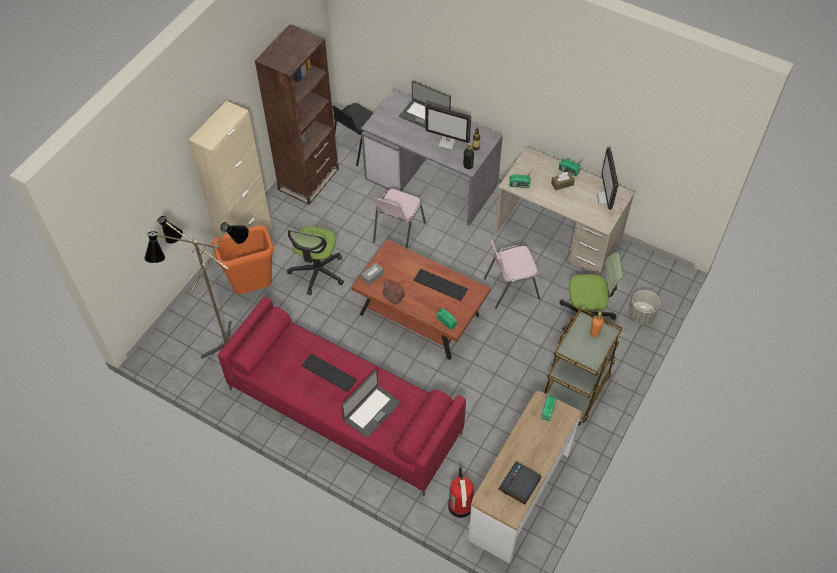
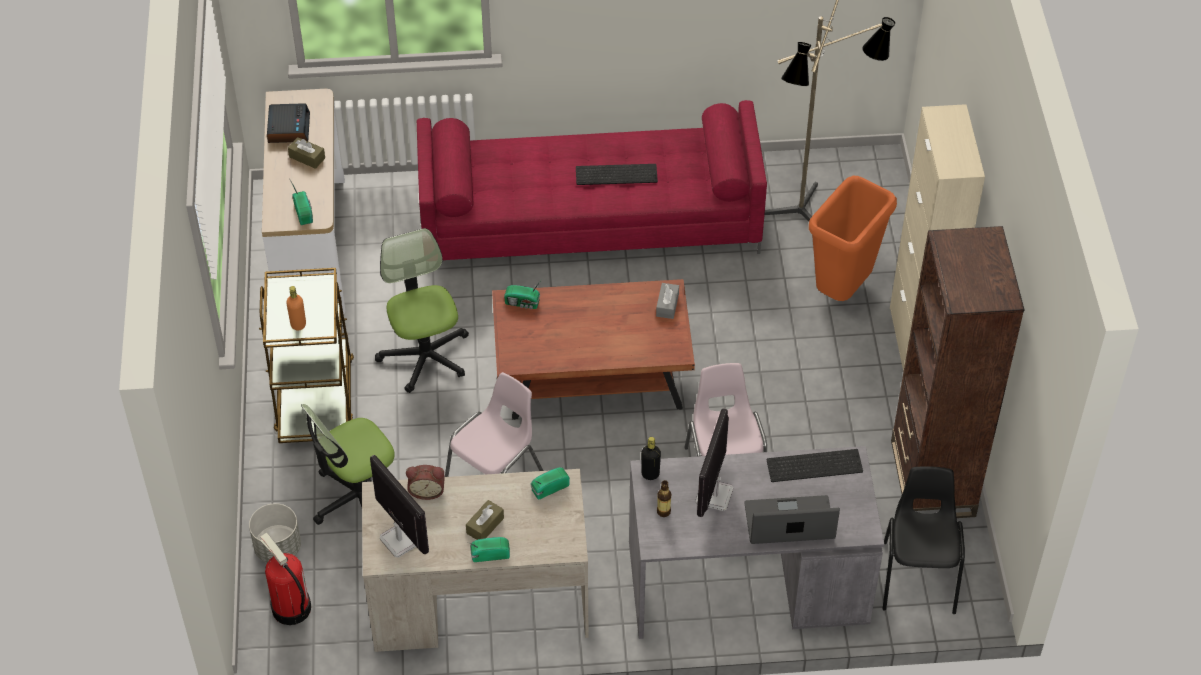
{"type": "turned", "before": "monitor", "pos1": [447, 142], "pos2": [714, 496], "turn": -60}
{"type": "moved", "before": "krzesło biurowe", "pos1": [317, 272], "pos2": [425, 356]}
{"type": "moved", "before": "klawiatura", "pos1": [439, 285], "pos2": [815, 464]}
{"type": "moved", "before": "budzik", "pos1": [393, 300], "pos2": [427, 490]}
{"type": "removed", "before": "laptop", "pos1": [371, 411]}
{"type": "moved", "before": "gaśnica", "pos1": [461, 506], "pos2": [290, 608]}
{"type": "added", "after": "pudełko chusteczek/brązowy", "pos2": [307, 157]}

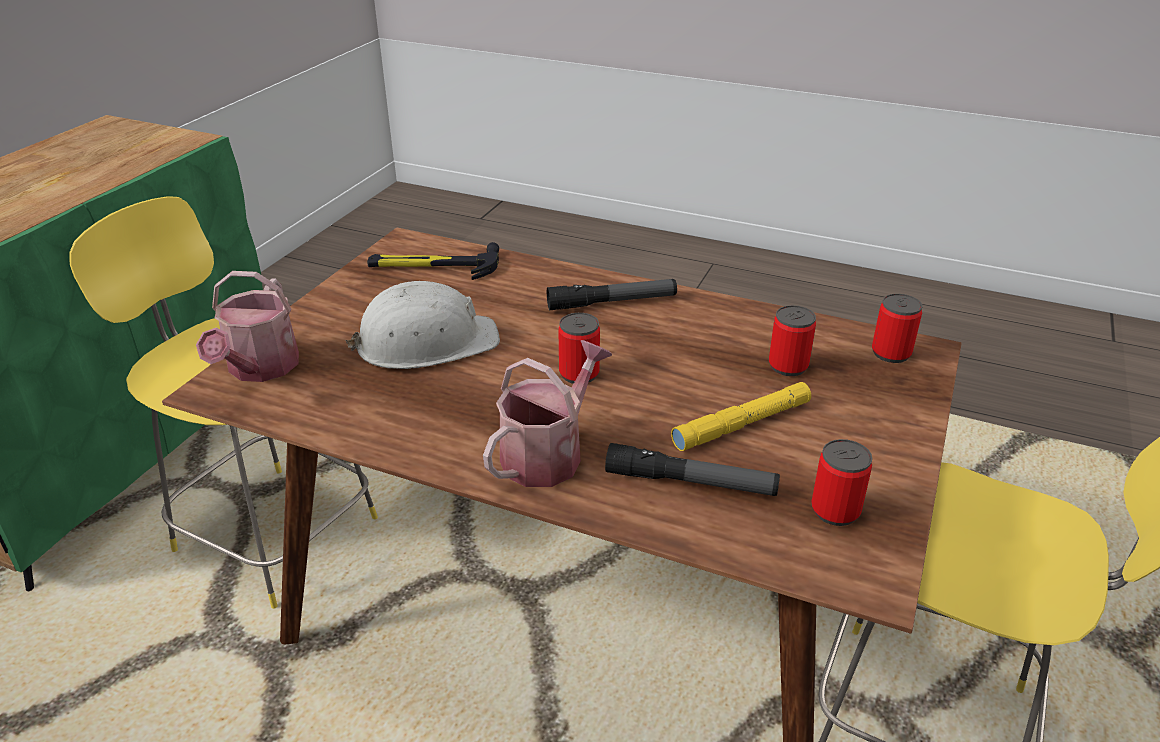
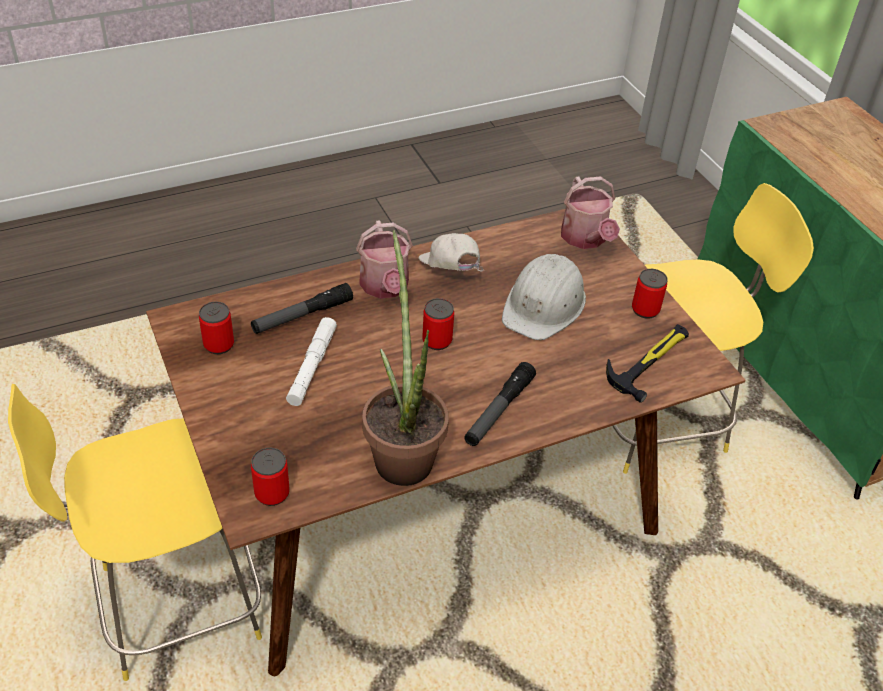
{"type": "turned", "before": "konewka", "pos1": [259, 369], "pos2": [585, 239], "turn": -150}
{"type": "moved", "before": "puszka", "pos1": [788, 366], "pos2": [645, 310]}
{"type": "recoloured", "before": "latarka/żółty", "after": "latarka/biały", "pos1": [742, 424], "pos2": [312, 366]}
{"type": "added", "after": "roślina doniczkowa", "pos2": [402, 452]}
{"type": "added", "after": "czapka z daszkiem/biały", "pos2": [450, 272]}

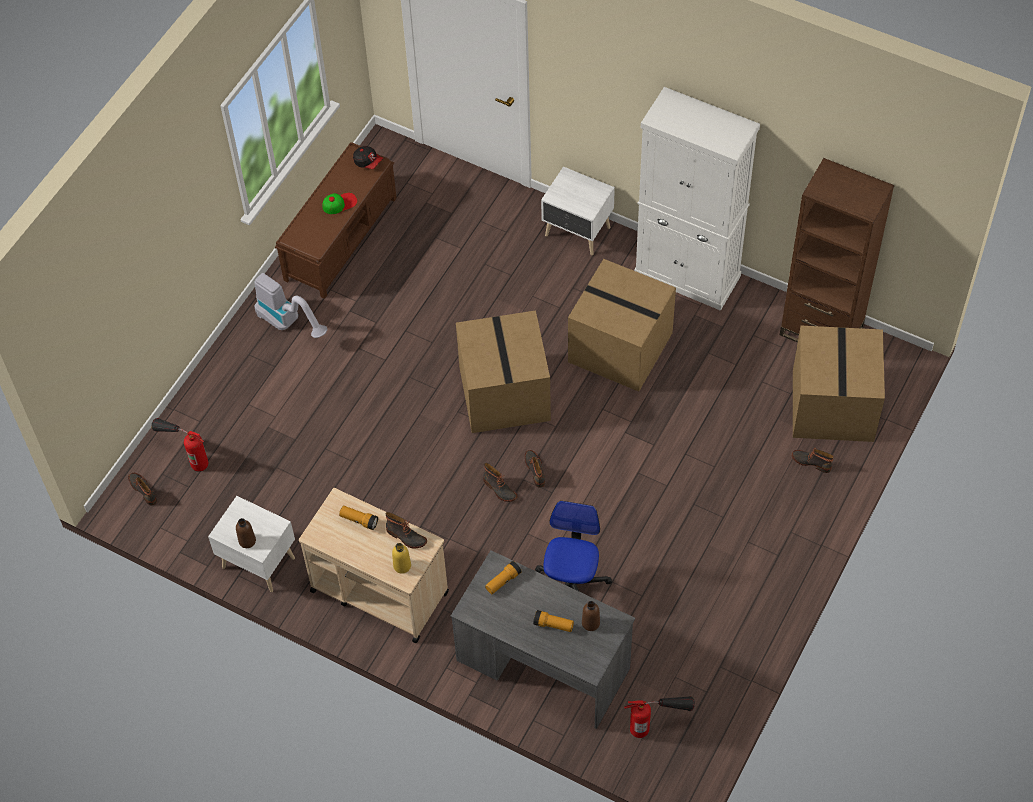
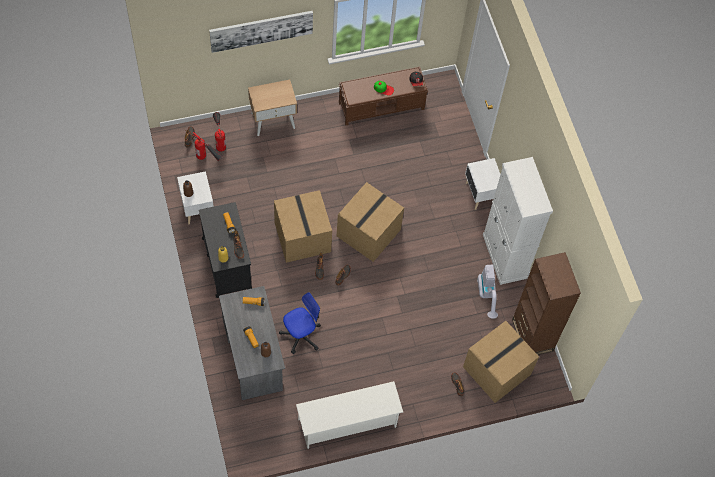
{"type": "moved", "before": "karton", "pos1": [622, 347], "pos2": [303, 237]}
{"type": "moved", "before": "odkurzacz", "pos1": [289, 323], "pos2": [487, 296]}
{"type": "recoloured", "before": "wózek/beżowy", "after": "wózek/czarny", "pos1": [378, 591], "pos2": [227, 263]}
{"type": "moved", "before": "gaśnica", "pos1": [657, 725], "pos2": [208, 160]}
{"type": "added", "after": "obraz", "pos2": [261, 30]}
{"type": "added", "after": "szafka nocna/beżowy", "pos2": [273, 120]}
{"type": "added", "after": "regał na buty/biały", "pos2": [347, 423]}

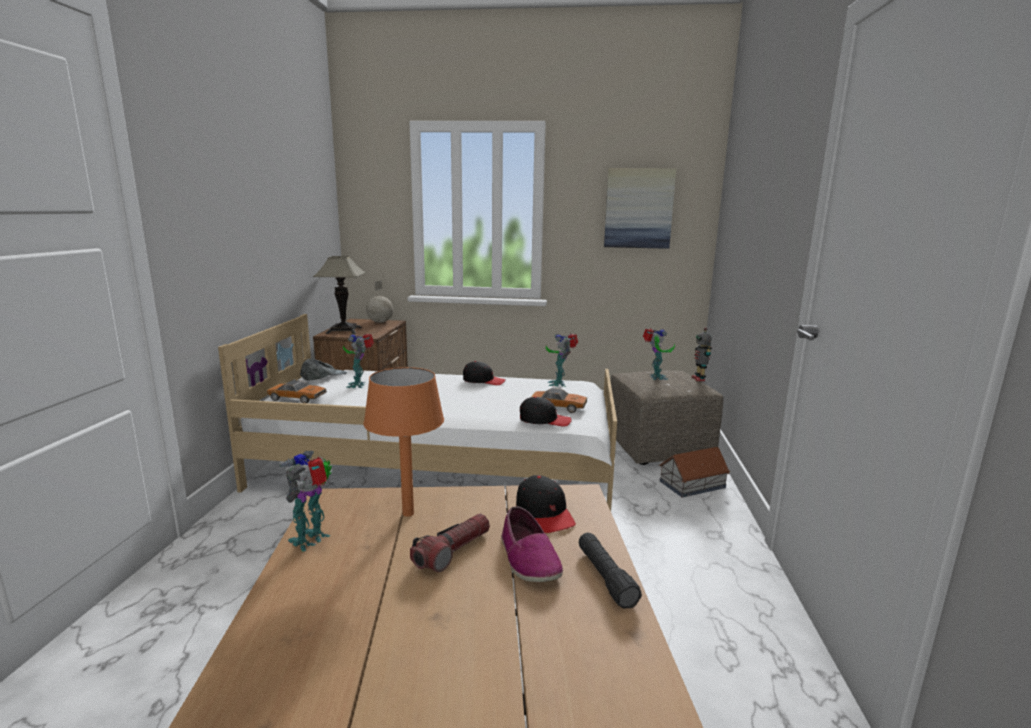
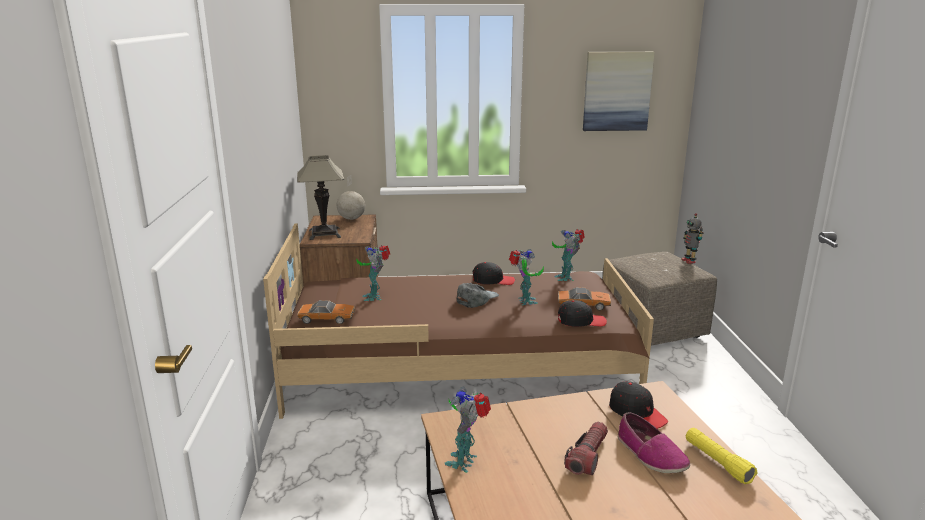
{"type": "recoloured", "before": "łóżko/biały", "after": "łóżko/brązowy", "pos1": [440, 466], "pos2": [461, 368]}
{"type": "moved", "before": "robot zabawkowy", "pos1": [656, 377], "pos2": [525, 301]}
{"type": "moved", "before": "czapka z daszkiem/szary", "pos1": [323, 375], "pos2": [476, 299]}
{"type": "removed", "before": "lampa stołowa/pomarańczowy", "pos1": [407, 513]}
{"type": "removed", "before": "domek", "pos1": [693, 484]}
{"type": "recoloured", "before": "latarka/czarny", "after": "latarka/żółty", "pos1": [605, 578], "pos2": [717, 462]}

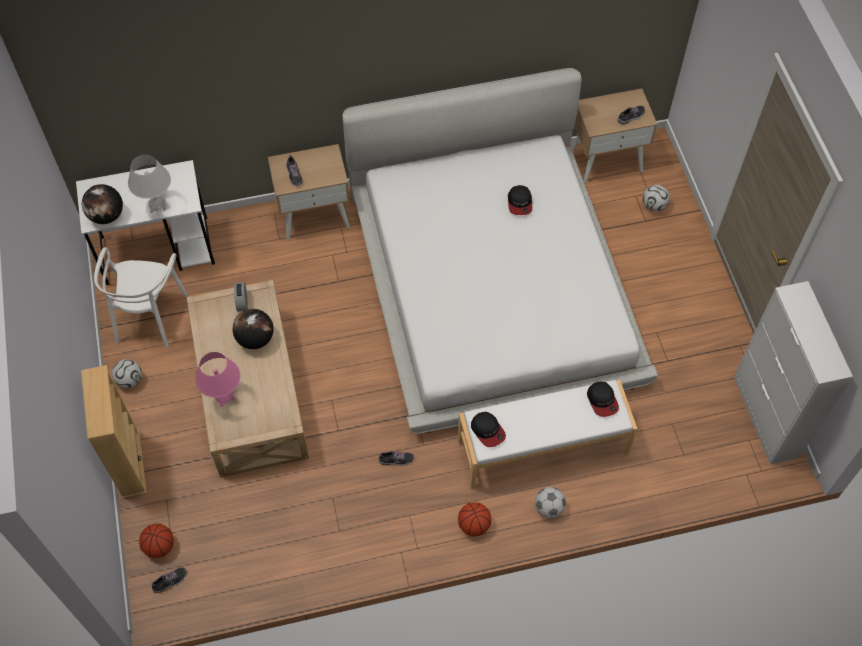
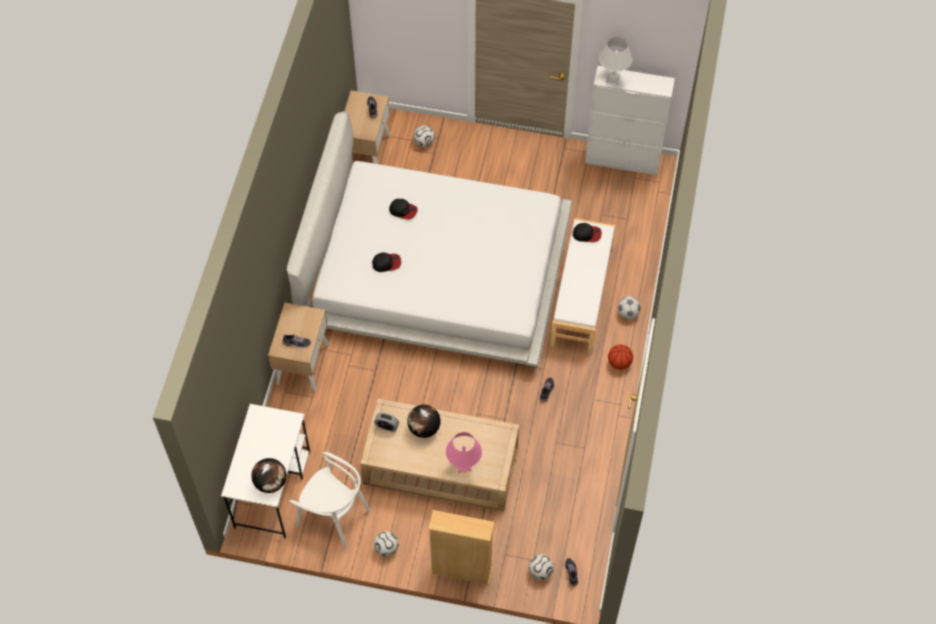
{"type": "moved", "before": "lampa stołowa/biały", "pos1": [157, 205], "pos2": [613, 79]}
{"type": "moved", "before": "czapka z daszkiem", "pos1": [488, 430], "pos2": [386, 263]}
{"type": "replaced", "before": "piłka do koszykówki", "after": "piłka futbolowa", "pos1": [159, 546], "pos2": [540, 571]}

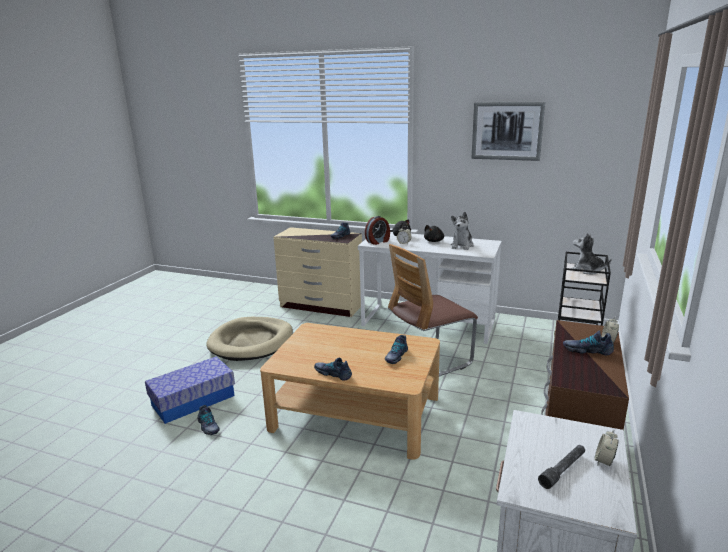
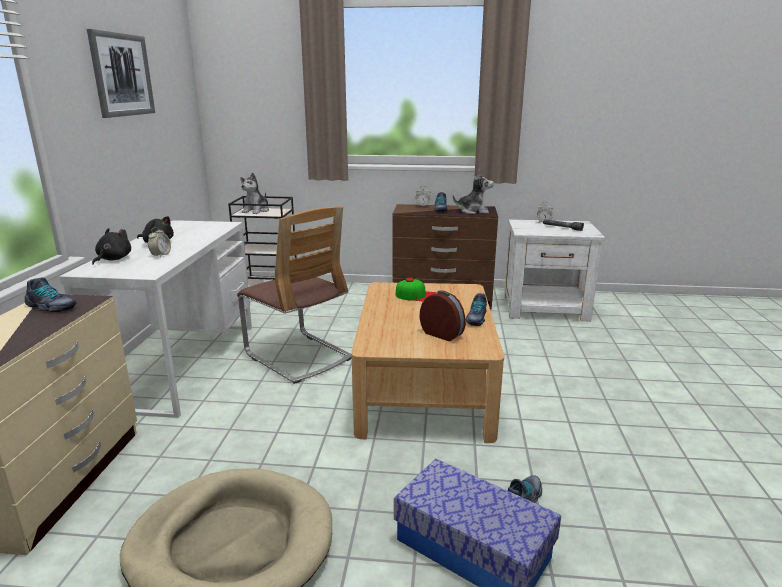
{"type": "moved", "before": "pluszak", "pos1": [462, 245], "pos2": [473, 211]}
{"type": "moved", "before": "budzik", "pos1": [378, 241], "pos2": [442, 334]}
{"type": "replaced", "before": "but", "after": "czapka z daszkiem", "pos1": [396, 356], "pos2": [419, 296]}

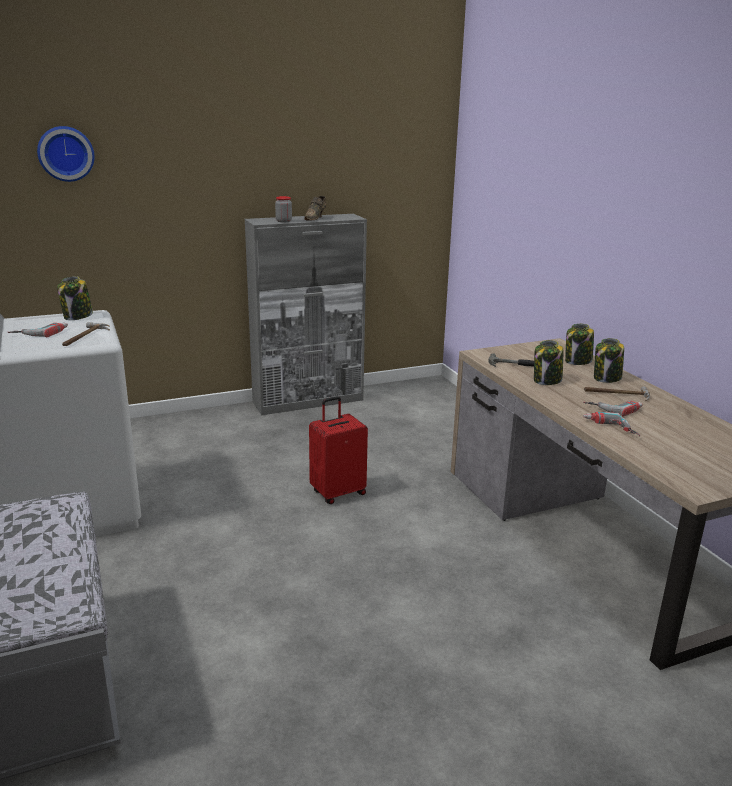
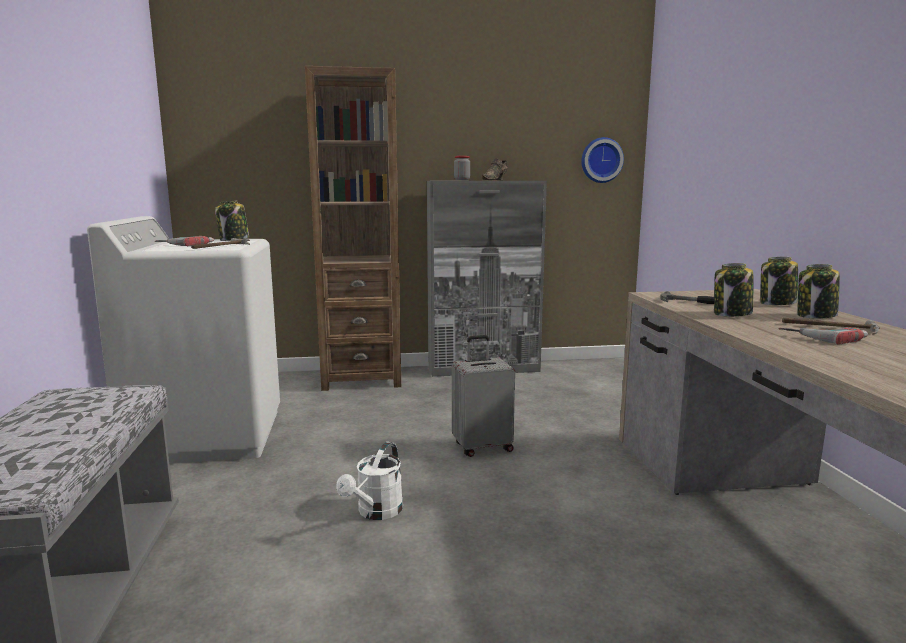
{"type": "moved", "before": "zegar ścienny", "pos1": [66, 153], "pos2": [601, 160]}
{"type": "recoloured", "before": "walizka/czerwony", "after": "walizka/szary", "pos1": [337, 492], "pos2": [482, 447]}
{"type": "removed", "before": "wiertarka", "pos1": [609, 429]}
{"type": "added", "after": "regał/brązowy", "pos2": [361, 378]}
{"type": "added", "after": "konewka/biały", "pos2": [376, 512]}

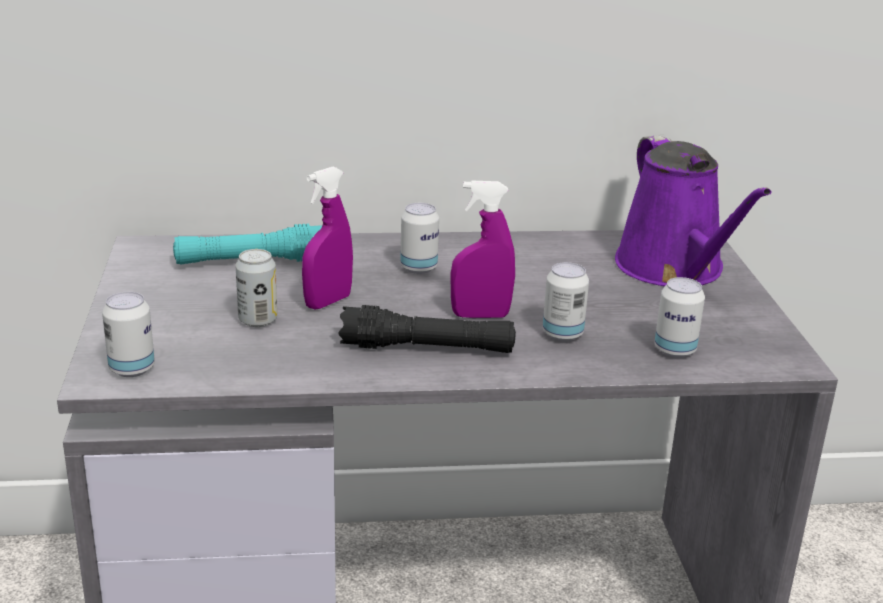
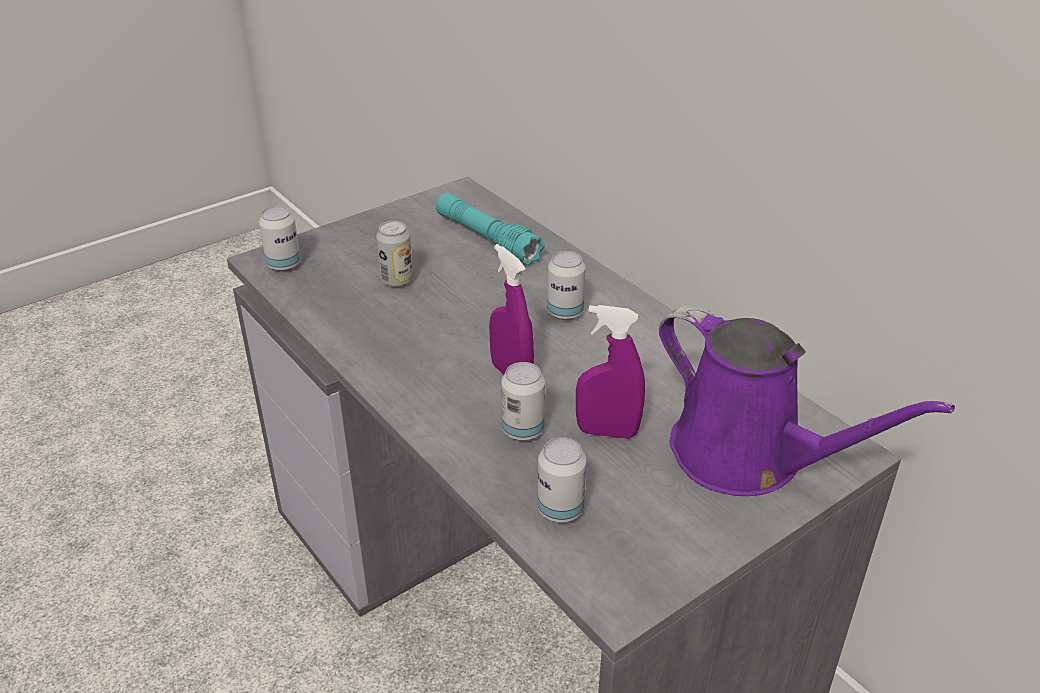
{"type": "turned", "before": "konewka/fioletowy", "pos1": [674, 269], "pos2": [747, 457], "turn": -90}
{"type": "moved", "before": "spryskiwacz/fioletowy", "pos1": [328, 302], "pos2": [607, 432]}
{"type": "removed", "before": "latarka/czarny", "pos1": [427, 348]}

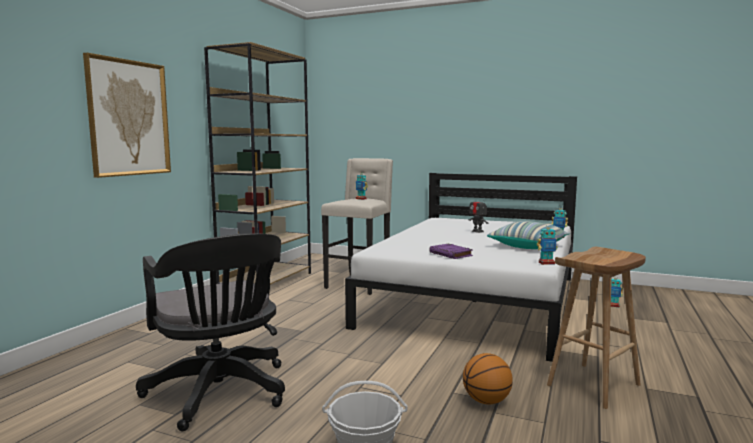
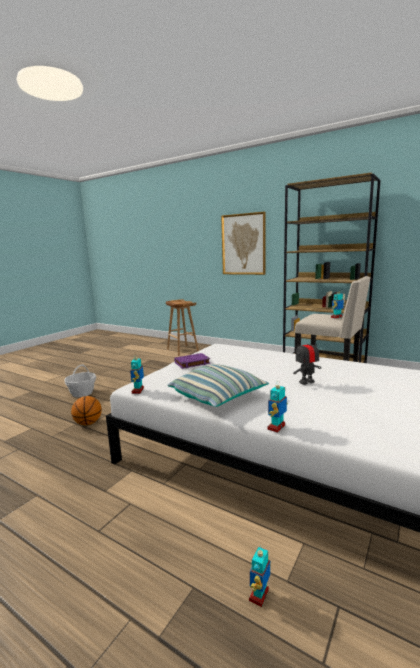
{"type": "removed", "before": "krzesło biurowe/czarny", "pos1": [221, 394]}
{"type": "moved", "before": "stołek/brązowy", "pos1": [594, 385], "pos2": [182, 350]}

